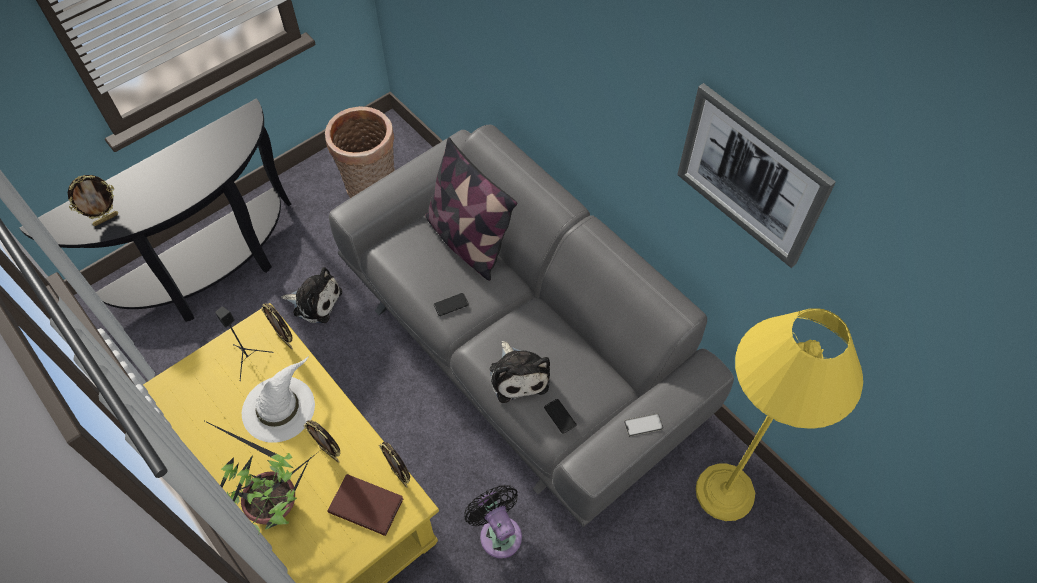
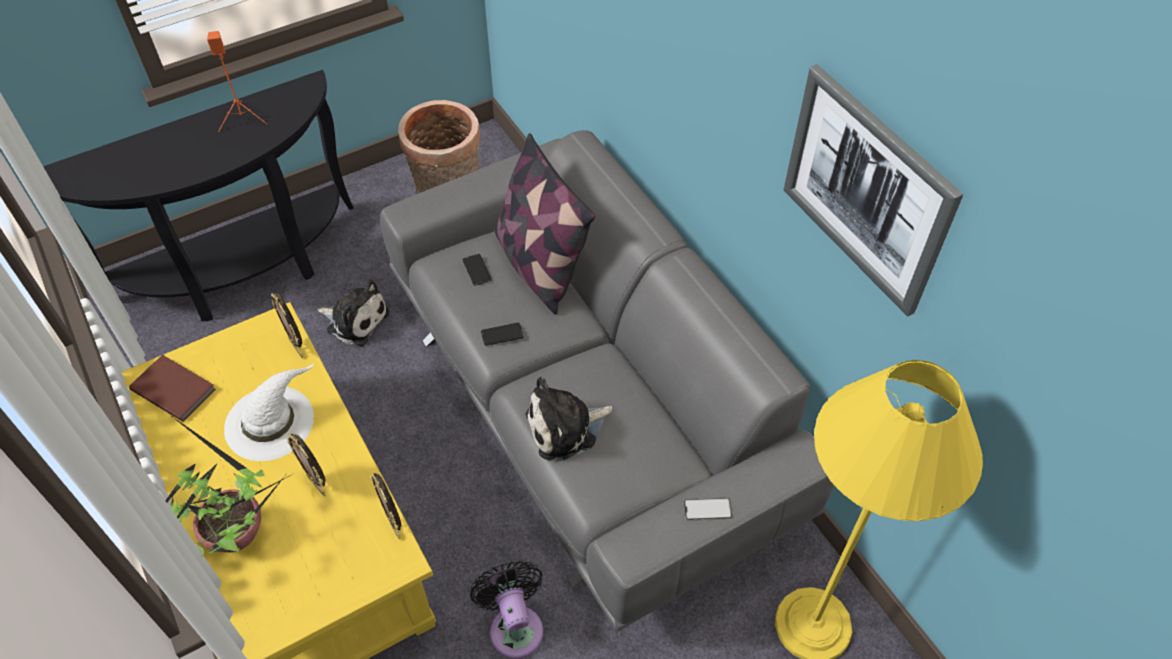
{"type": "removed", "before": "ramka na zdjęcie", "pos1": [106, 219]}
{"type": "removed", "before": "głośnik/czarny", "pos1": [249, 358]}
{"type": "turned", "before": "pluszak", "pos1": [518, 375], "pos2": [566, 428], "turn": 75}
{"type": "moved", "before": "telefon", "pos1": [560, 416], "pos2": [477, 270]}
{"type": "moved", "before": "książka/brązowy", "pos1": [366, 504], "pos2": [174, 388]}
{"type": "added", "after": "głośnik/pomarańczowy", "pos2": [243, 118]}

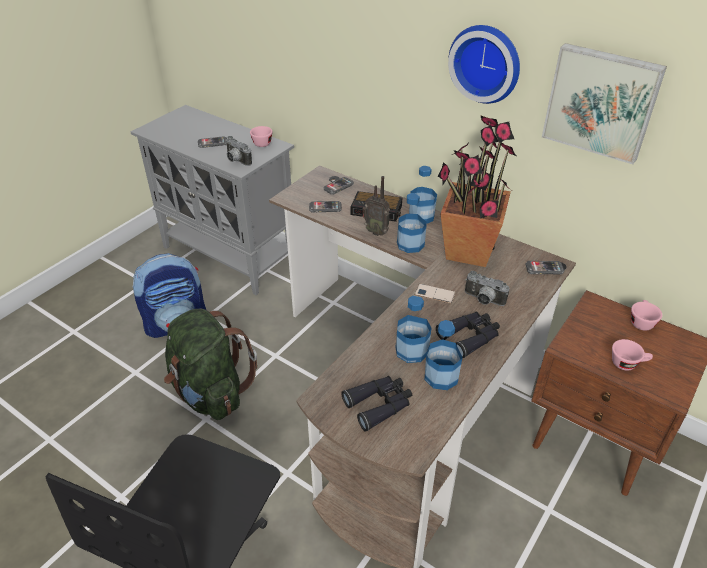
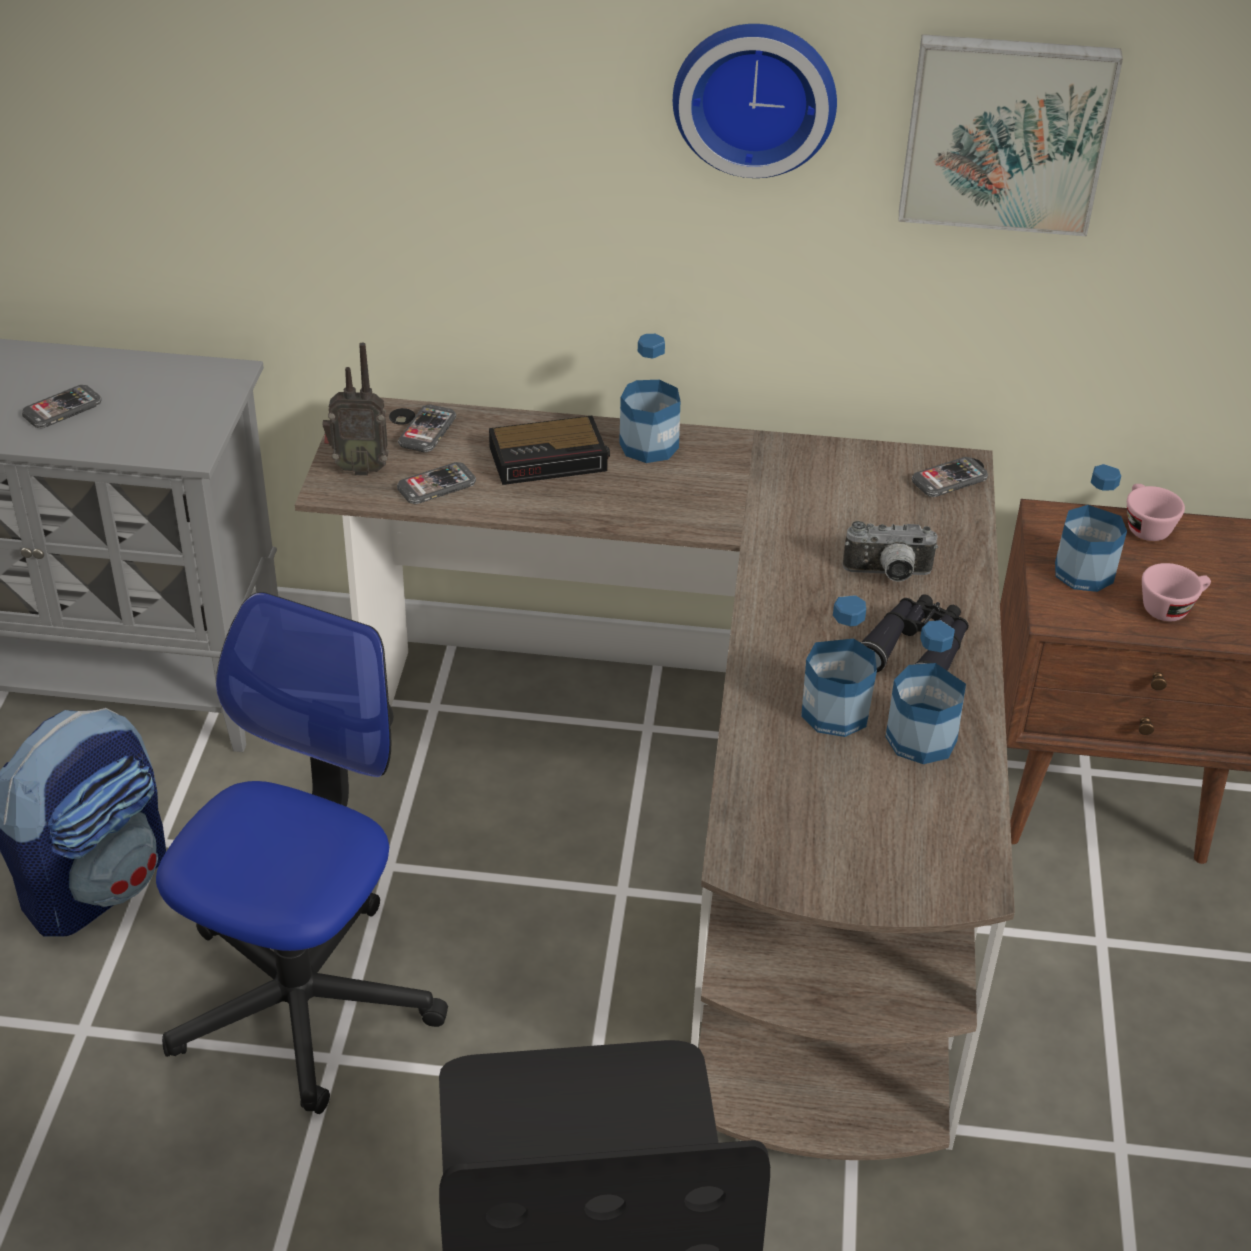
{"type": "removed", "before": "roślina doniczkowa", "pos1": [468, 251]}
{"type": "removed", "before": "filiżanka/różowy", "pos1": [262, 142]}
{"type": "removed", "before": "aparat fotograficzny", "pos1": [236, 161]}
{"type": "moved", "before": "radio", "pos1": [376, 232], "pos2": [359, 467]}
{"type": "moved", "before": "butelka", "pos1": [410, 244], "pos2": [1084, 572]}
{"type": "removed", "before": "telefon", "pos1": [435, 294]}
{"type": "replaced", "before": "plecak/zielony", "after": "krzesło biurowe", "pos1": [211, 392], "pos2": [302, 1000]}
{"type": "removed", "before": "lornetka/czarny", "pos1": [379, 405]}

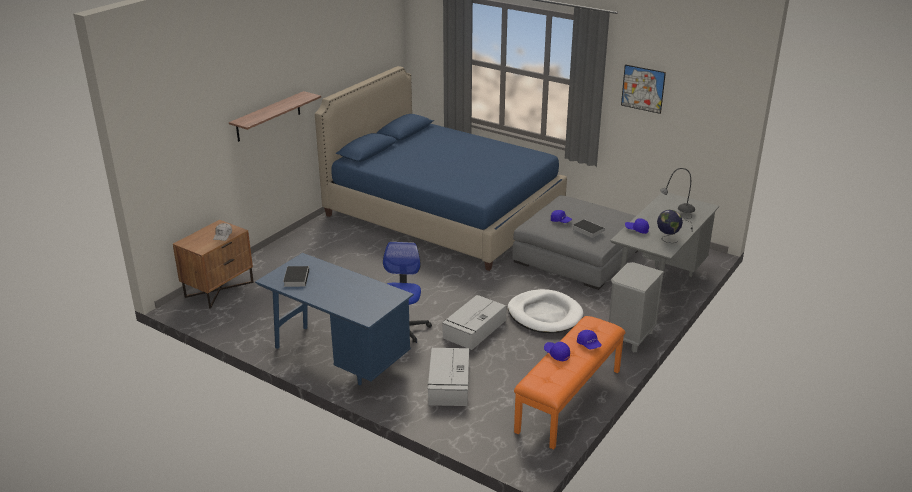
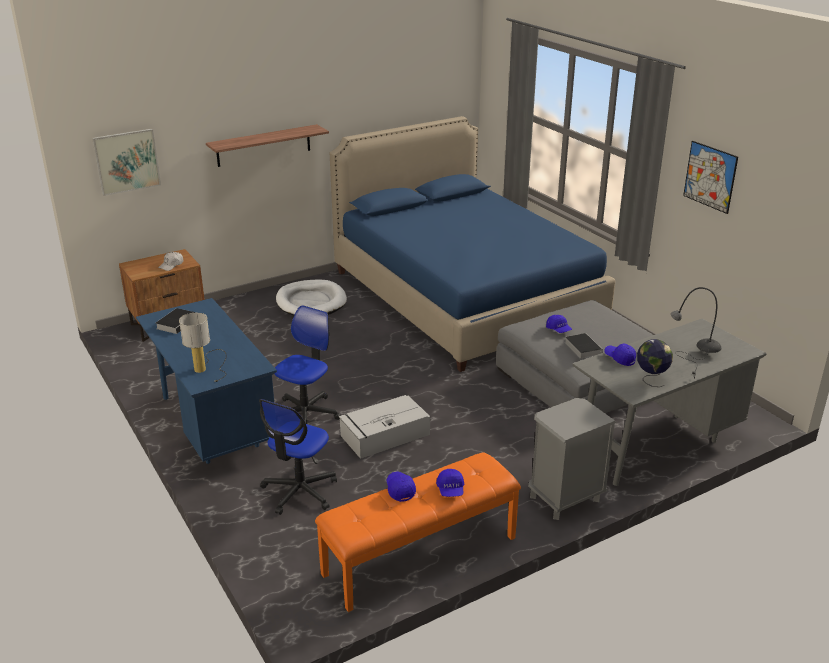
{"type": "moved", "before": "legowisko/biały", "pos1": [545, 315], "pos2": [311, 302]}
{"type": "replaced", "before": "pojemnik do przechowywania/szary", "after": "krzesło biurowe", "pos1": [449, 384], "pos2": [299, 491]}
{"type": "added", "after": "obraz", "pos2": [127, 161]}
{"type": "added", "after": "lampa stołowa", "pos2": [207, 367]}

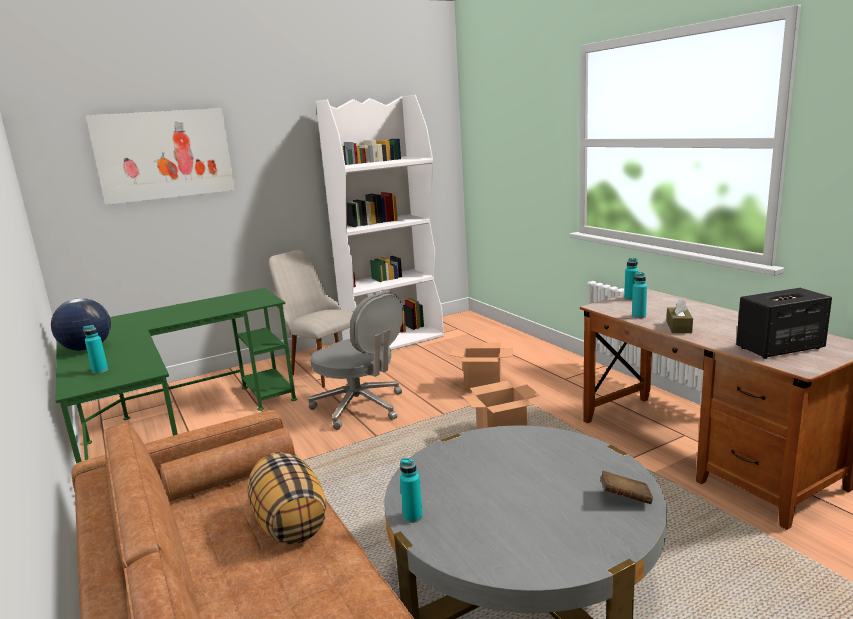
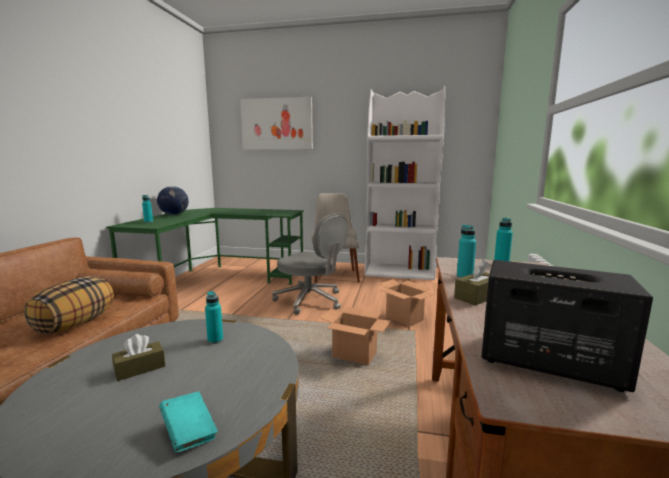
{"type": "turned", "before": "krzesło biurowe/szary", "pos1": [360, 407], "pos2": [310, 301], "turn": -45}
{"type": "moved", "before": "butelka/turkusowy", "pos1": [413, 517], "pos2": [215, 340]}
{"type": "recoloured", "before": "książka/brązowy", "after": "książka/turkusowy", "pos1": [625, 498], "pos2": [189, 433]}
{"type": "added", "after": "pudełko chusteczek/brązowy", "pos2": [140, 368]}

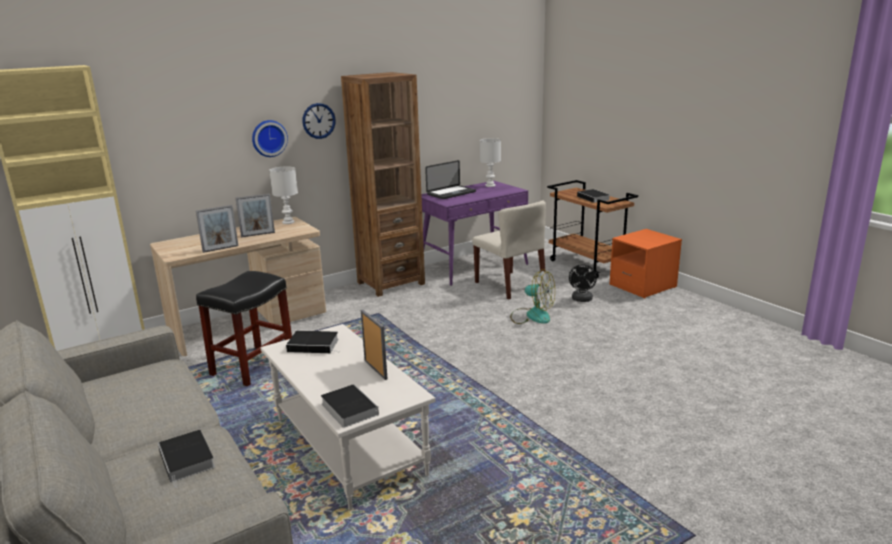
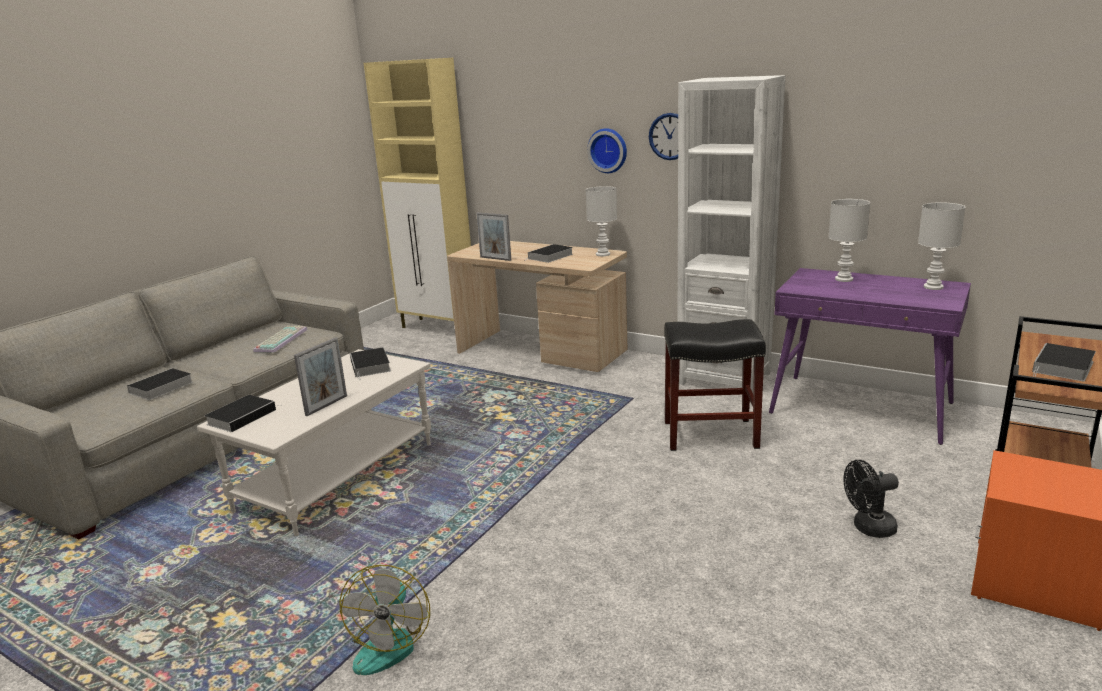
{"type": "recoloured", "before": "regał/brązowy", "after": "regał/biały", "pos1": [391, 283], "pos2": [724, 378]}
{"type": "replaced", "before": "laptop", "after": "lampa stołowa/biały", "pos1": [451, 193], "pos2": [844, 279]}
{"type": "replaced", "before": "ramka na zdjęcie", "after": "książka", "pos1": [258, 234], "pos2": [550, 257]}
{"type": "removed", "before": "krzesło/beżowy", "pos1": [510, 285]}
{"type": "moved", "before": "wentylator", "pos1": [532, 315], "pos2": [388, 642]}
{"type": "moved", "before": "stołek/czarny", "pos1": [252, 366], "pos2": [709, 434]}
{"type": "added", "after": "klawiatura", "pos2": [280, 340]}

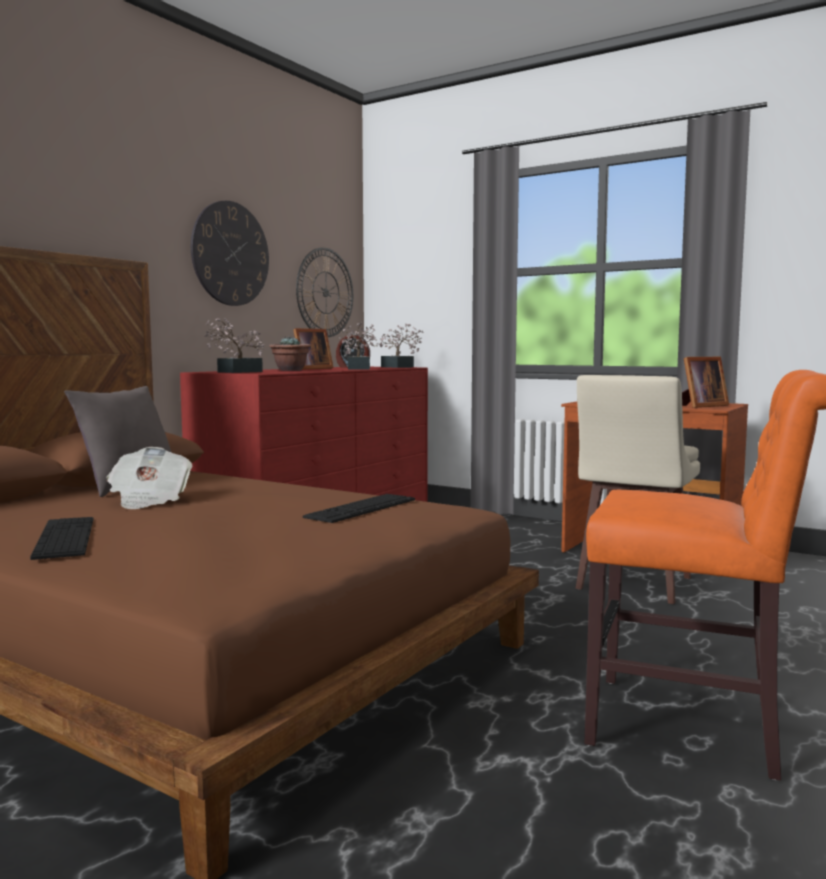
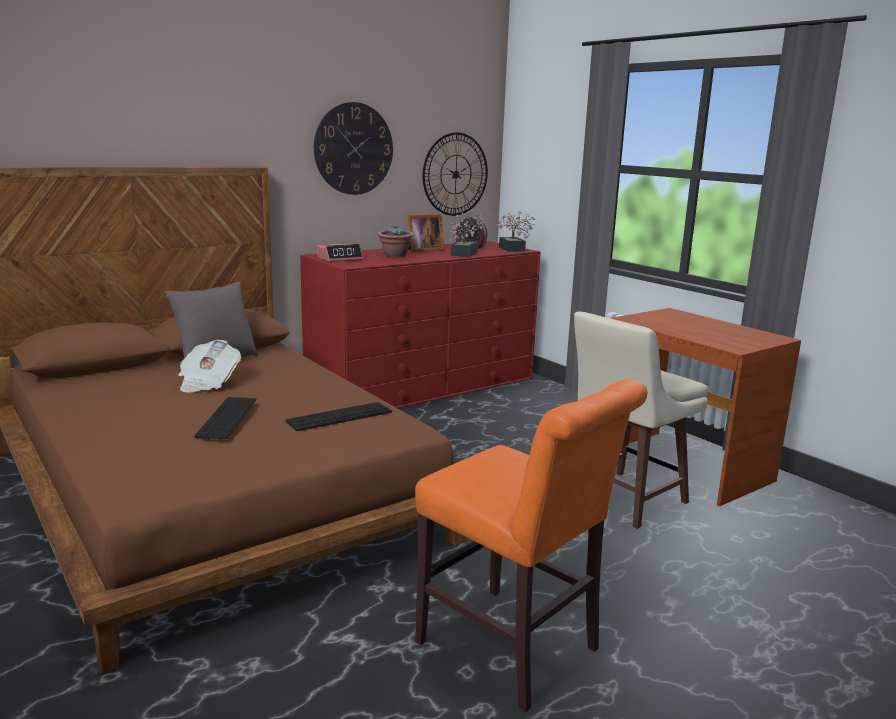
{"type": "replaced", "before": "roślina doniczkowa", "after": "budzik", "pos1": [235, 372], "pos2": [340, 259]}
{"type": "removed", "before": "ramka na zdjęcie", "pos1": [700, 406]}
{"type": "moved", "before": "klawiatura", "pos1": [65, 537], "pos2": [227, 417]}

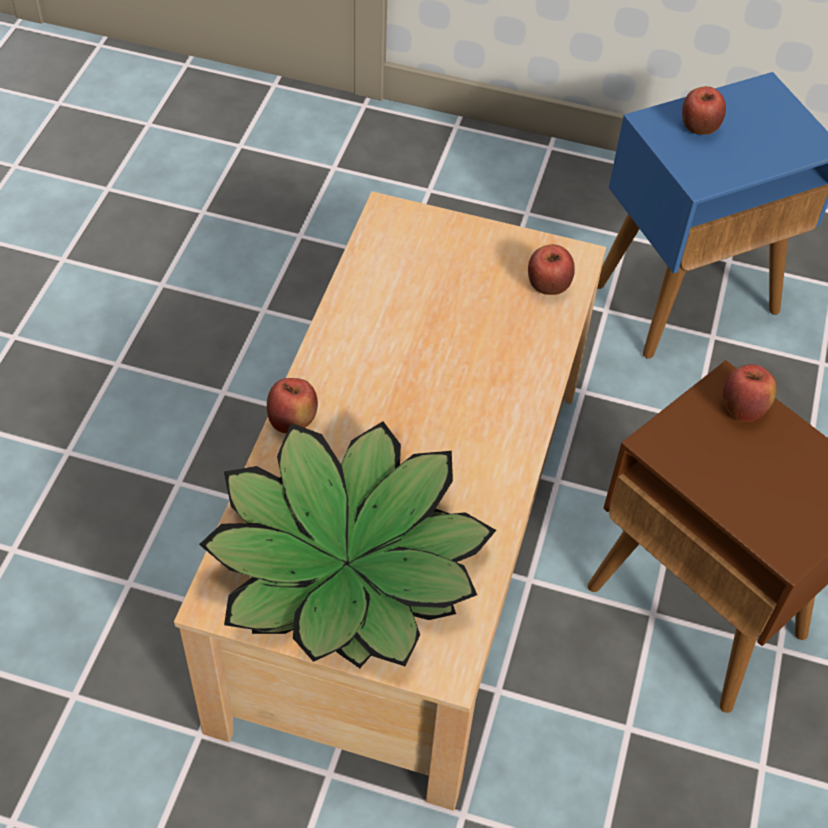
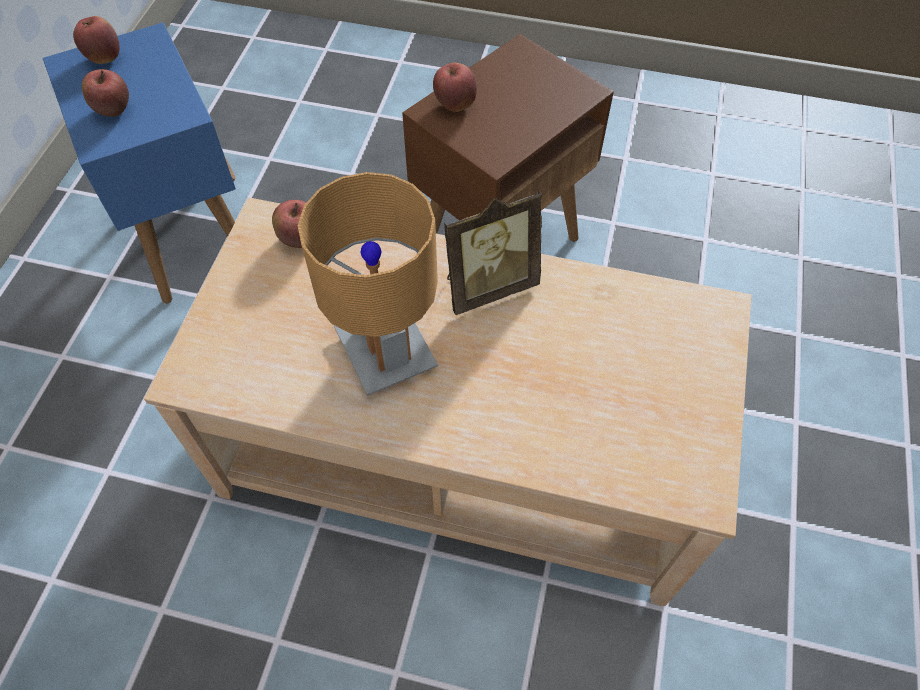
{"type": "moved", "before": "jabłko", "pos1": [293, 422], "pos2": [105, 58]}
{"type": "removed", "before": "roślina doniczkowa", "pos1": [346, 564]}
{"type": "added", "after": "lampa stołowa/brązowy", "pos2": [387, 351]}
{"type": "added", "after": "ramka na zdjęcie", "pos2": [488, 286]}

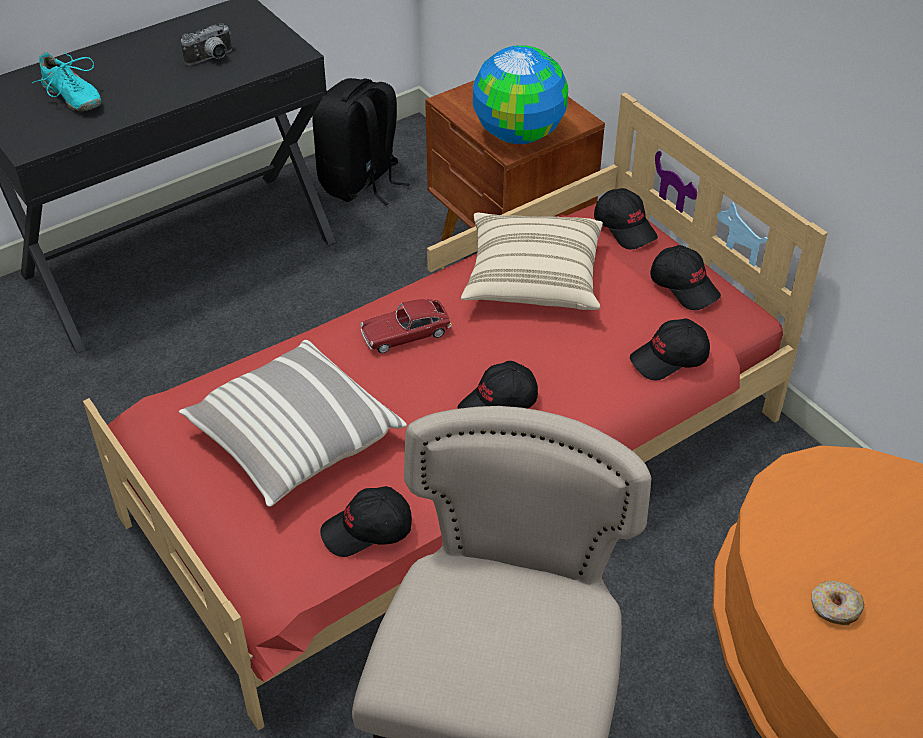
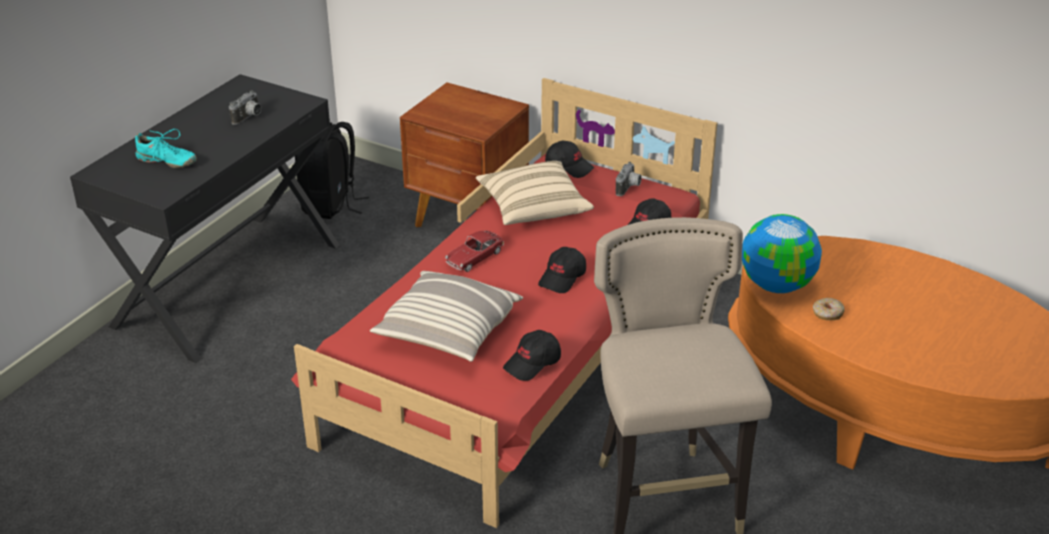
{"type": "moved", "before": "globus", "pos1": [518, 134], "pos2": [776, 284]}
{"type": "replaced", "before": "czapka z daszkiem/czarny", "after": "aparat fotograficzny", "pos1": [684, 286], "pos2": [629, 188]}

